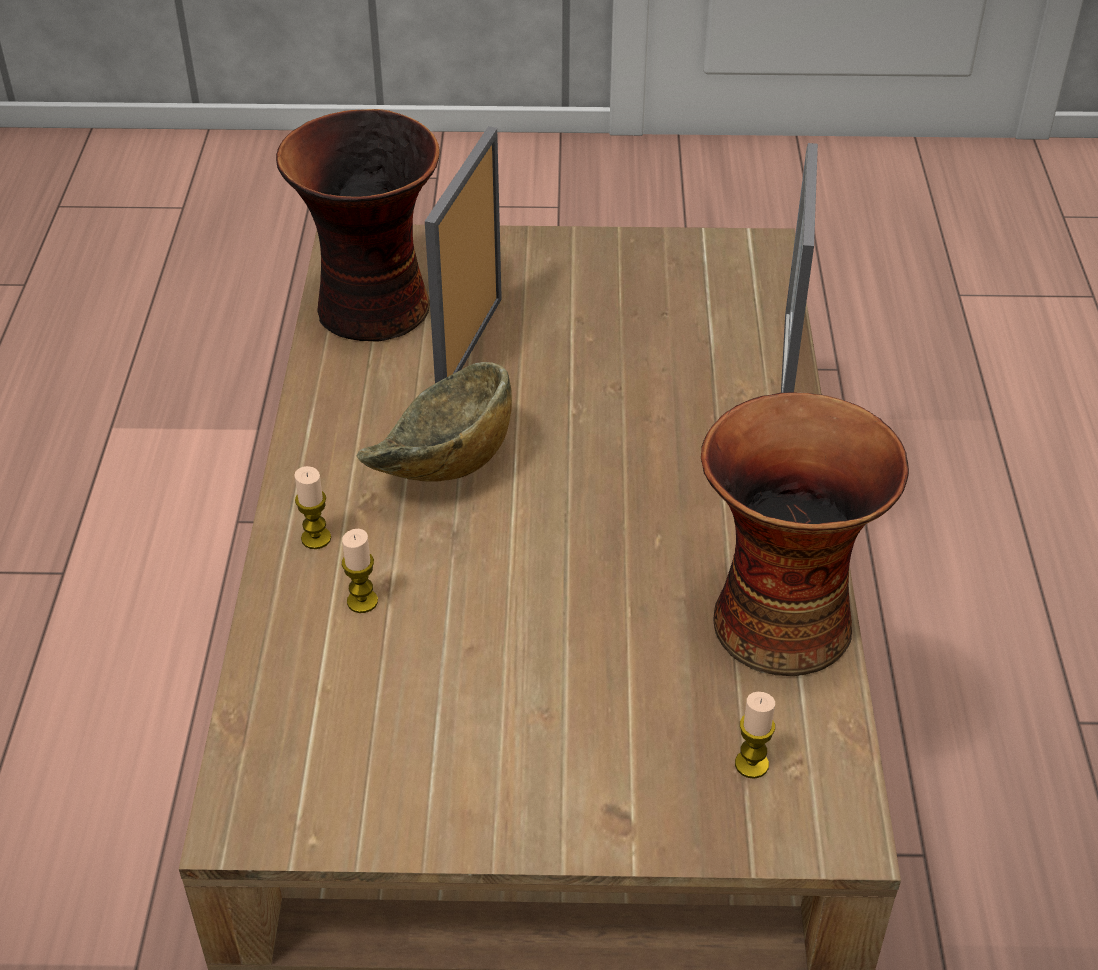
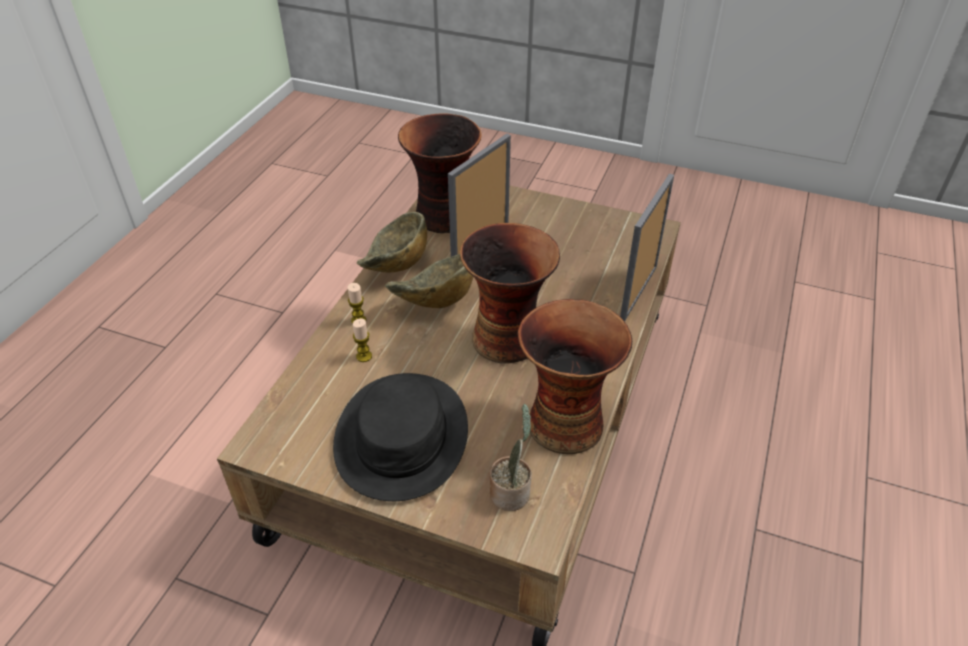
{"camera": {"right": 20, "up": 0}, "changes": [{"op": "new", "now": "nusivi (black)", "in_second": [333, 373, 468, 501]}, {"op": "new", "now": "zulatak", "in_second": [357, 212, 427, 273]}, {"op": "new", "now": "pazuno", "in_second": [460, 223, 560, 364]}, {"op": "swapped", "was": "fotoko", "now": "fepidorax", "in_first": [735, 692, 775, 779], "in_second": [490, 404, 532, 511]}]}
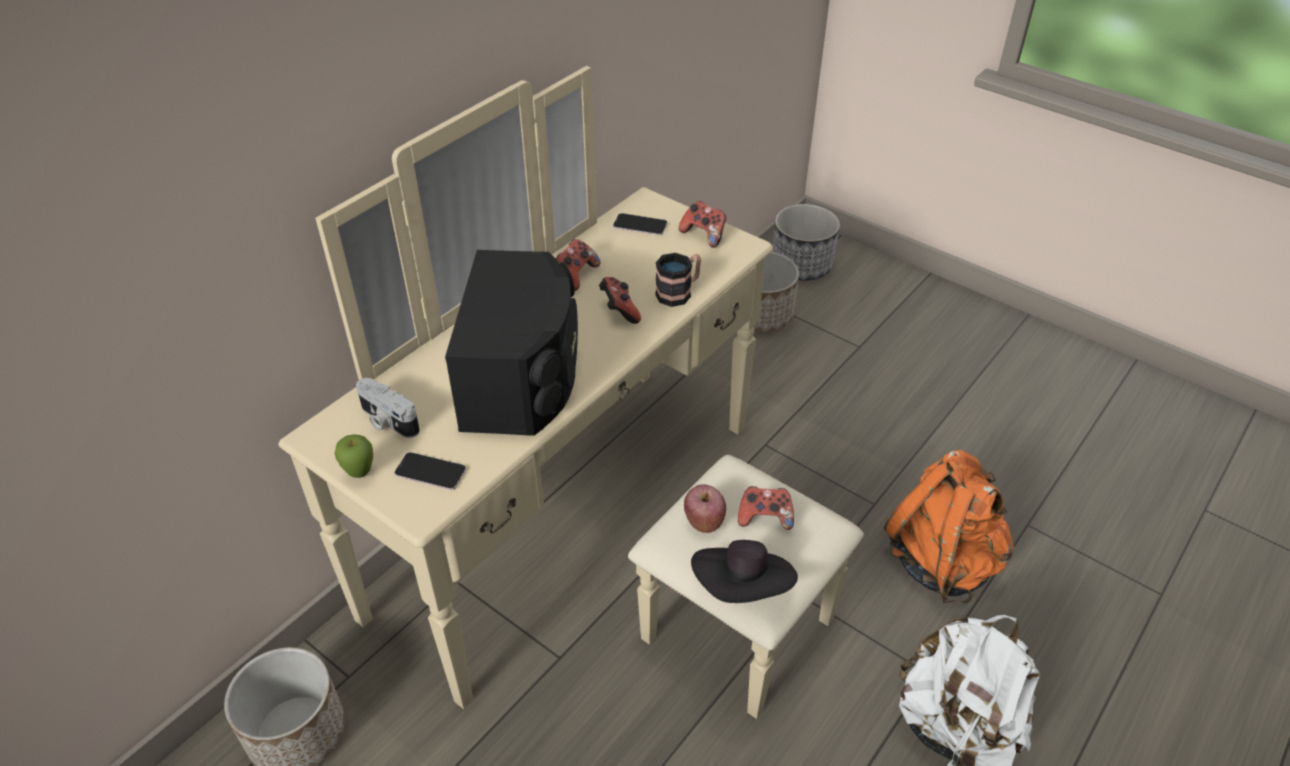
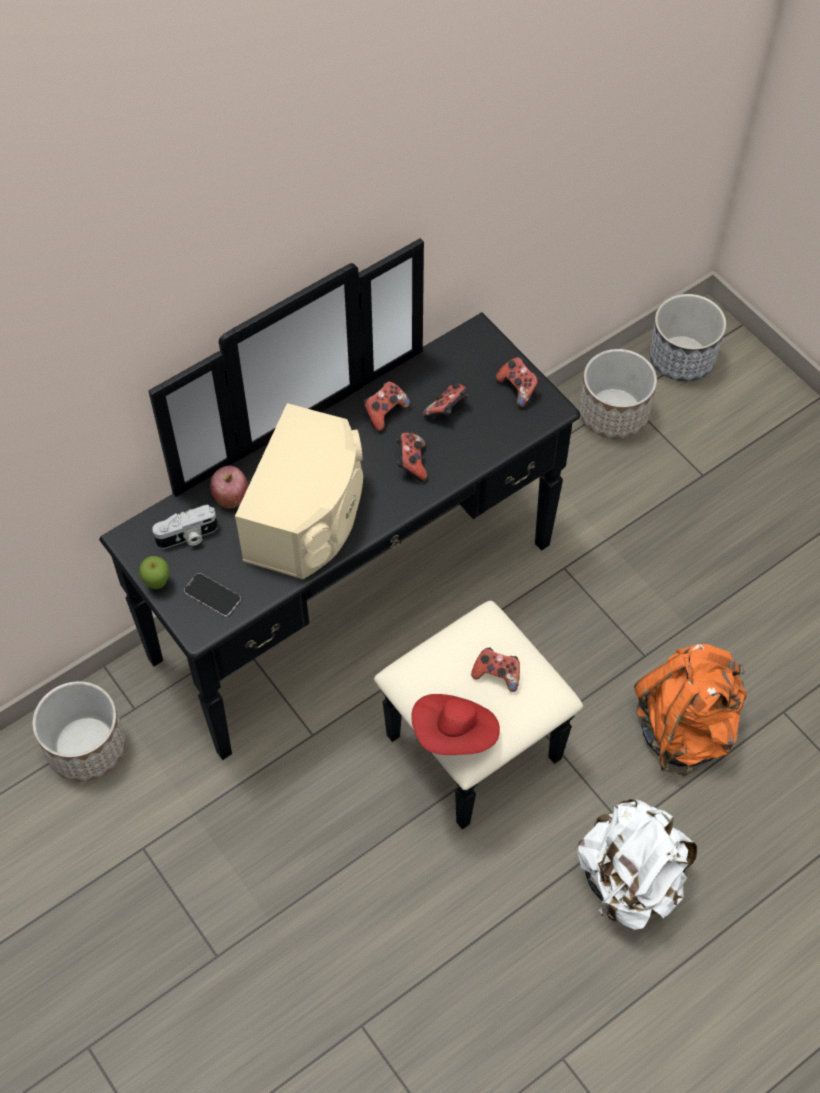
{"camera": {"right": 15, "up": 15}, "changes": [{"op": "repainted", "was": "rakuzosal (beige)", "now": "rakuzosal (black)", "in_first": [278, 66, 864, 719], "in_second": [99, 238, 583, 830]}, {"op": "rotated", "was": "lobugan", "in_first": [356, 378, 420, 438], "in_second": [152, 505, 218, 549], "clockwise": -75}, {"op": "shifted", "was": "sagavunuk", "in_first": [684, 484, 726, 533], "in_second": [210, 465, 248, 508]}, {"op": "repainted", "was": "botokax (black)", "now": "botokax (beige)", "in_first": [445, 250, 578, 436], "in_second": [235, 403, 363, 579]}, {"op": "repainted", "was": "nusivi (black)", "now": "nusivi (red)", "in_first": [691, 540, 798, 603], "in_second": [411, 694, 500, 755]}, {"op": "new", "now": "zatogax", "in_second": [423, 382, 469, 419]}, {"op": "gone", "was": "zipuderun", "in_first": [613, 213, 668, 236]}, {"op": "gone", "was": "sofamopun", "in_first": [655, 253, 701, 307]}]}
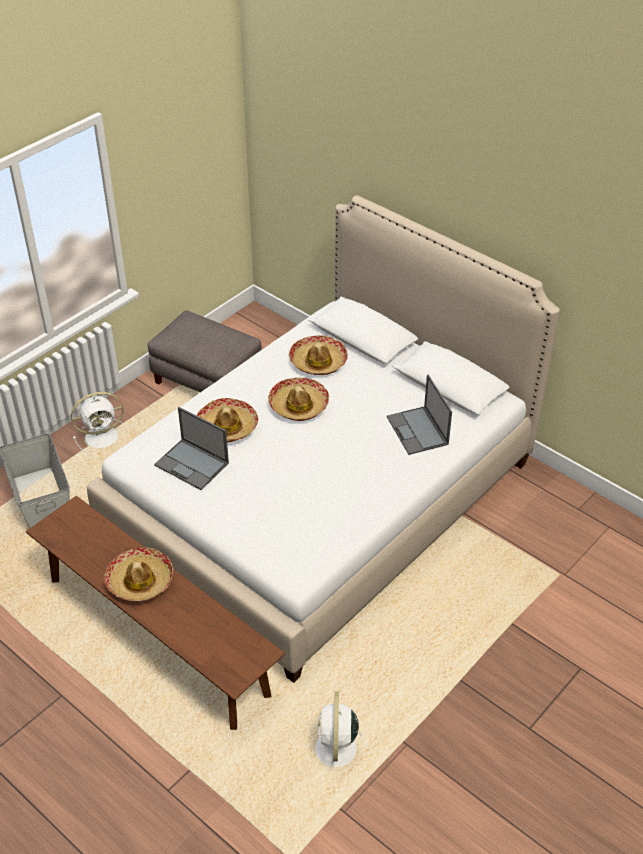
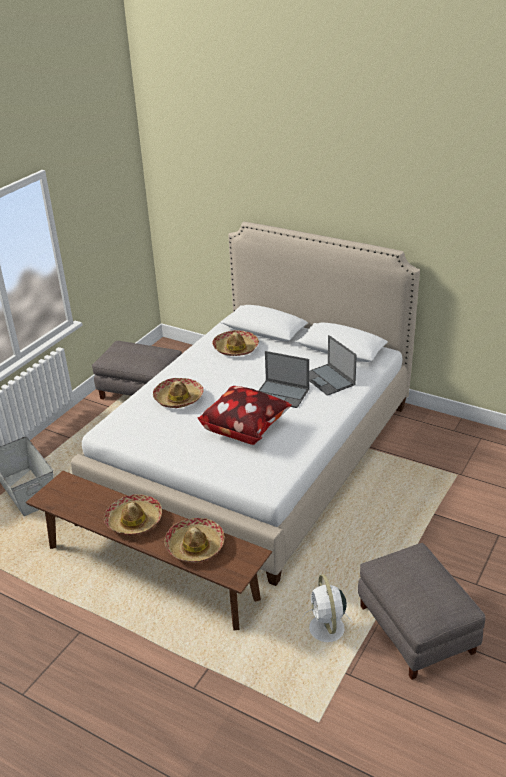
{"camera": {"right": -10, "up": -10}, "changes": [{"op": "shifted", "was": "nusivi", "in_first": [268, 378, 329, 421], "in_second": [164, 518, 225, 563]}, {"op": "new", "now": "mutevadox", "in_second": [197, 386, 292, 445]}, {"op": "shifted", "was": "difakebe", "in_first": [154, 407, 229, 490], "in_second": [258, 351, 309, 408]}, {"op": "new", "now": "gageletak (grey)", "in_second": [358, 543, 486, 680]}, {"op": "gone", "was": "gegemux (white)", "in_first": [71, 392, 124, 454]}]}
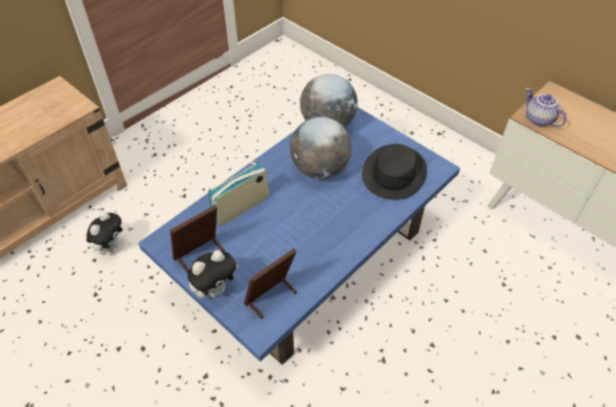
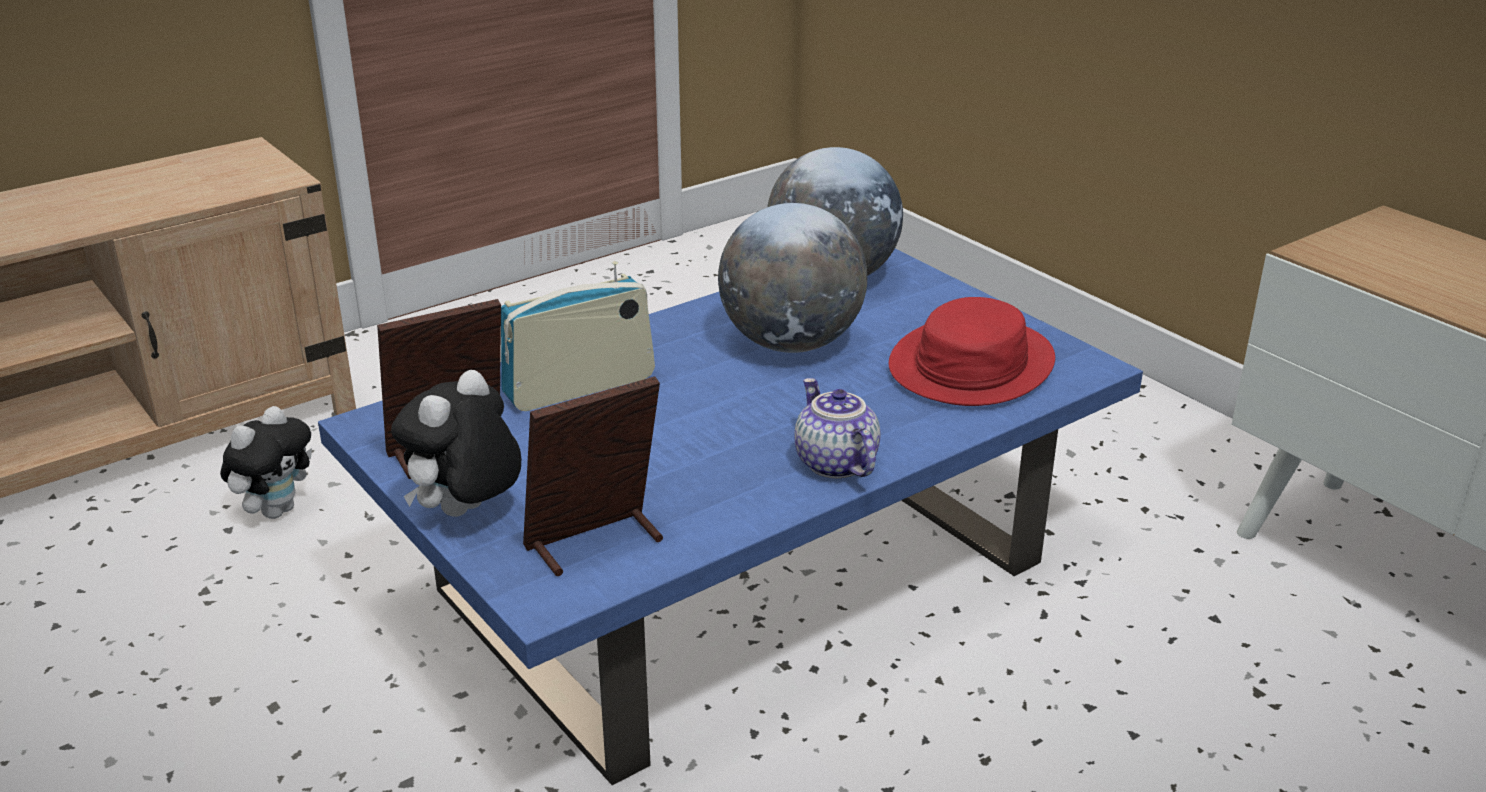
{"camera": {"right": 10, "up": -20}, "changes": [{"op": "rotated", "was": "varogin", "in_first": [188, 250, 239, 298], "in_second": [391, 370, 522, 517], "clockwise": 150}, {"op": "shifted", "was": "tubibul", "in_first": [526, 88, 567, 127], "in_second": [794, 378, 881, 479]}, {"op": "repainted", "was": "nusivi (black)", "now": "nusivi (red)", "in_first": [362, 144, 427, 200], "in_second": [889, 297, 1055, 406]}]}
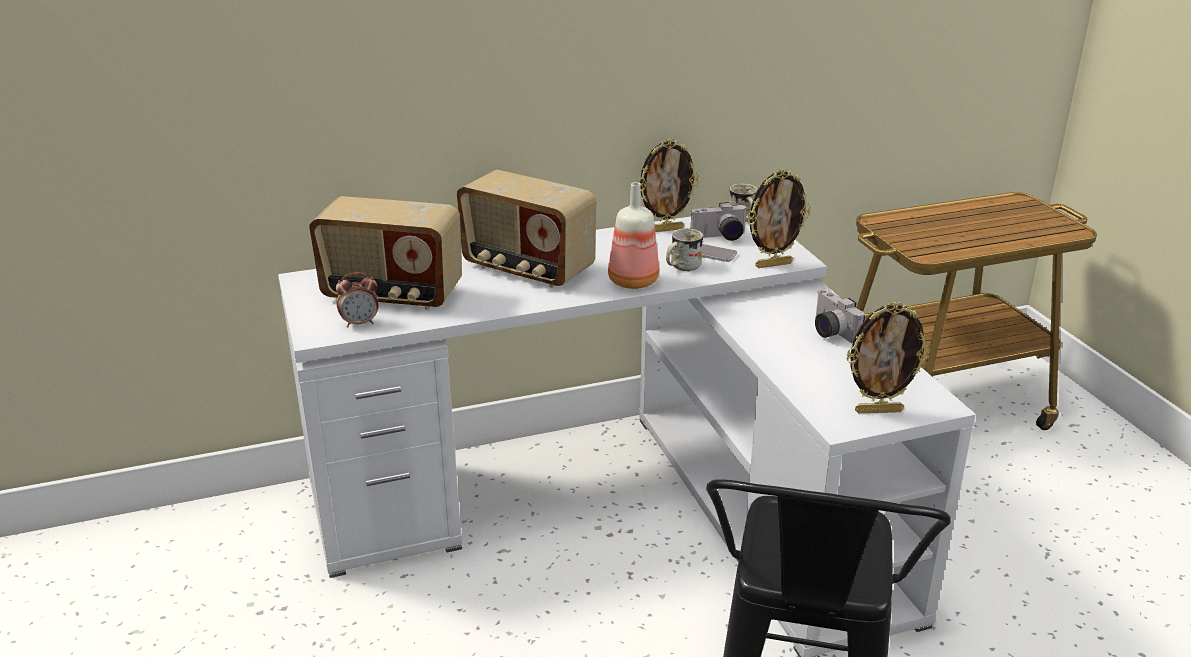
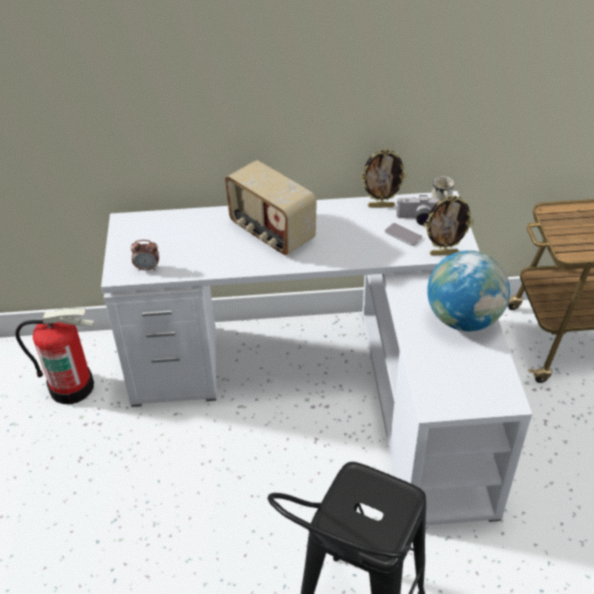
{"camera": {"right": 15, "up": 15}, "changes": [{"op": "new", "now": "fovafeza", "in_second": [15, 308, 94, 404]}, {"op": "swapped", "was": "lobugan", "now": "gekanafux", "in_first": [815, 289, 865, 343], "in_second": [427, 250, 510, 331]}, {"op": "gone", "was": "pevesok", "in_first": [309, 196, 462, 310]}, {"op": "gone", "was": "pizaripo", "in_first": [608, 182, 659, 289]}, {"op": "gone", "was": "sofamopun (white)", "in_first": [666, 228, 703, 272]}, {"op": "gone", "was": "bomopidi", "in_first": [846, 302, 930, 413]}]}
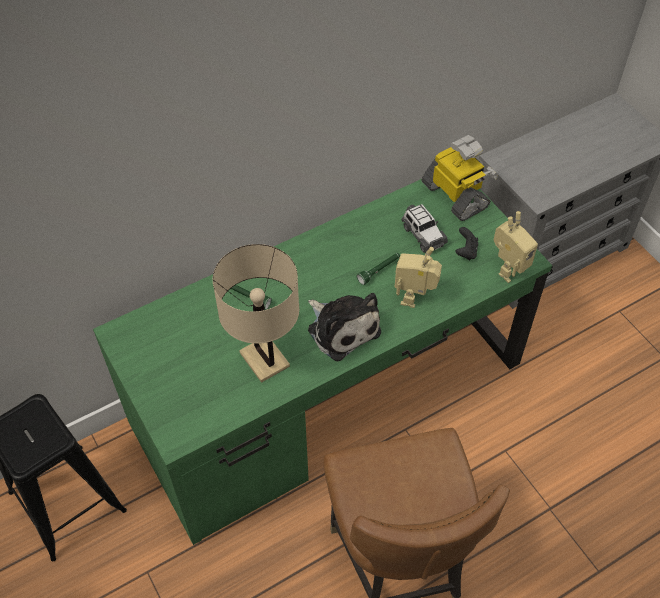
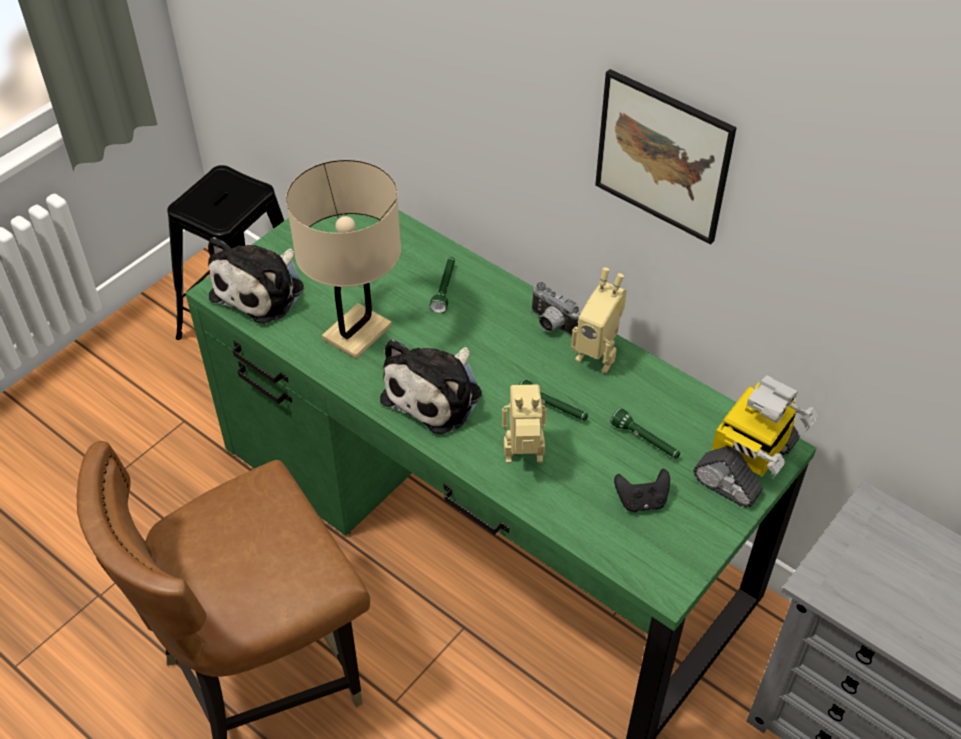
{"camera": {"right": 70, "up": -5}, "changes": [{"op": "new", "now": "varogin", "in_second": [208, 237, 304, 324]}, {"op": "new", "now": "lobugan", "in_second": [531, 282, 582, 336]}, {"op": "shifted", "was": "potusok", "in_first": [494, 211, 538, 283], "in_second": [571, 267, 627, 373]}, {"op": "new", "now": "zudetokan", "in_second": [595, 69, 737, 244]}, {"op": "swapped", "was": "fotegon", "now": "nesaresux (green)", "in_first": [402, 204, 448, 253], "in_second": [610, 408, 680, 459]}]}
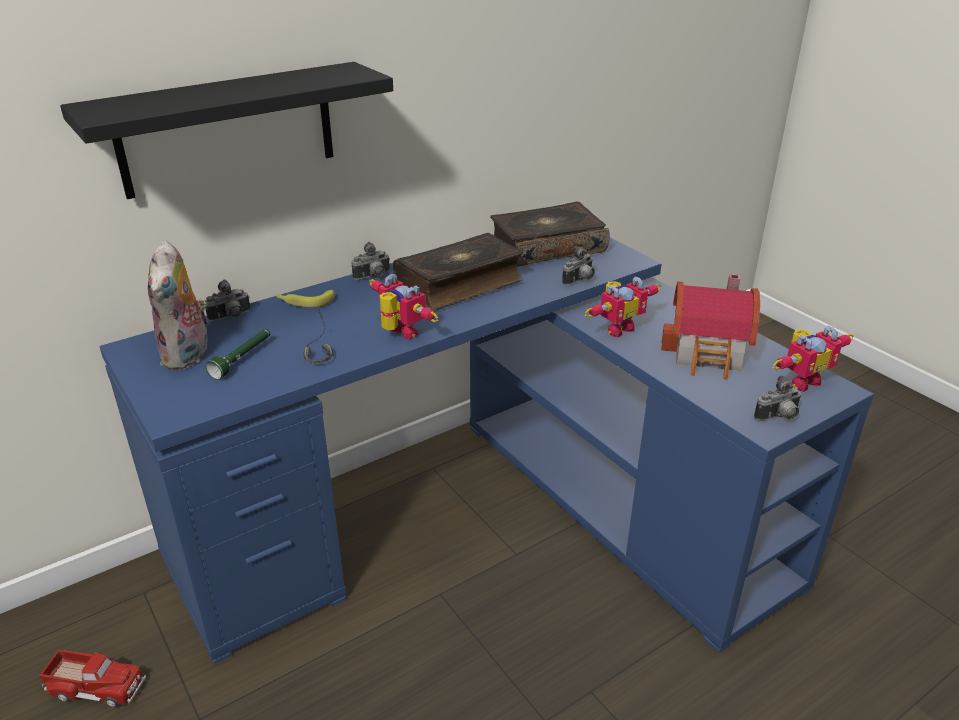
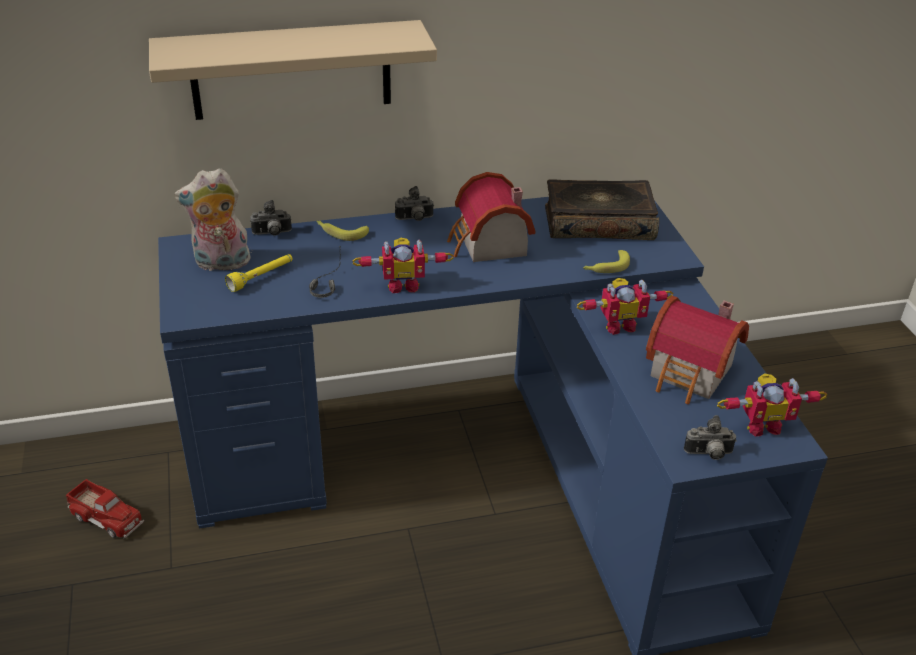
{"camera": {"right": 20, "up": 5}, "changes": [{"op": "repainted", "was": "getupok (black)", "now": "getupok (beige)", "in_first": [60, 62, 393, 199], "in_second": [149, 20, 437, 120]}, {"op": "rotated", "was": "varogin", "in_first": [148, 240, 212, 370], "in_second": [174, 168, 251, 271], "clockwise": 60}, {"op": "repainted", "was": "nesaresux (green)", "now": "nesaresux (yellow)", "in_first": [205, 329, 271, 380], "in_second": [225, 254, 293, 292]}, {"op": "rotated", "was": "potusok", "in_first": [369, 274, 438, 339], "in_second": [352, 238, 454, 293], "clockwise": 105}, {"op": "swapped", "was": "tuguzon", "now": "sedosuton", "in_first": [393, 233, 523, 311], "in_second": [447, 172, 535, 262]}, {"op": "swapped", "was": "lobugan", "now": "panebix", "in_first": [562, 246, 595, 285], "in_second": [583, 250, 630, 273]}]}
